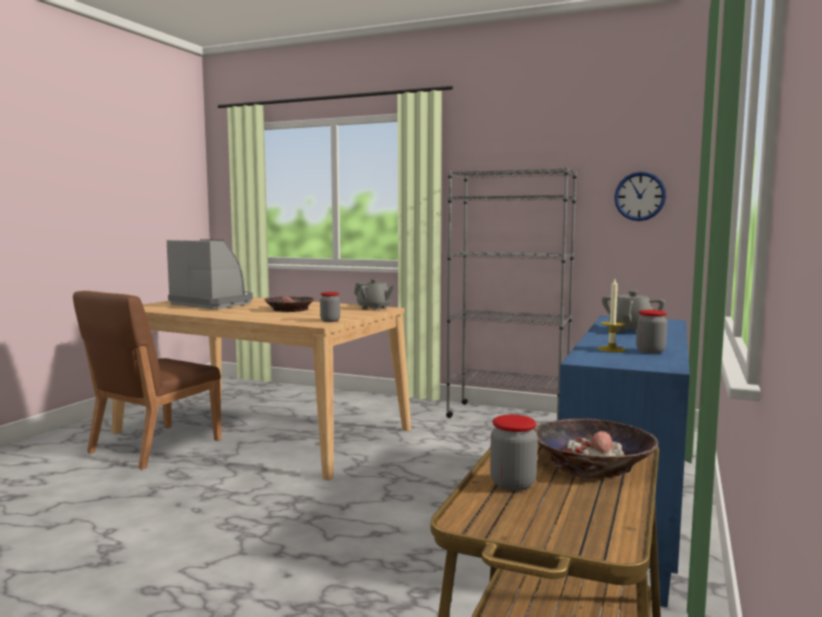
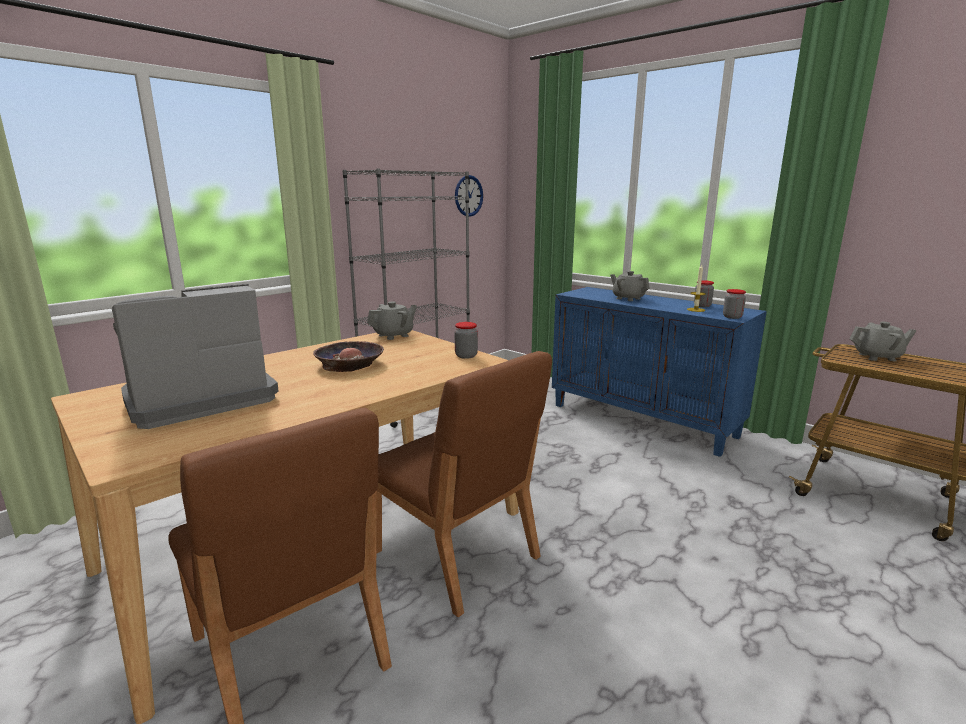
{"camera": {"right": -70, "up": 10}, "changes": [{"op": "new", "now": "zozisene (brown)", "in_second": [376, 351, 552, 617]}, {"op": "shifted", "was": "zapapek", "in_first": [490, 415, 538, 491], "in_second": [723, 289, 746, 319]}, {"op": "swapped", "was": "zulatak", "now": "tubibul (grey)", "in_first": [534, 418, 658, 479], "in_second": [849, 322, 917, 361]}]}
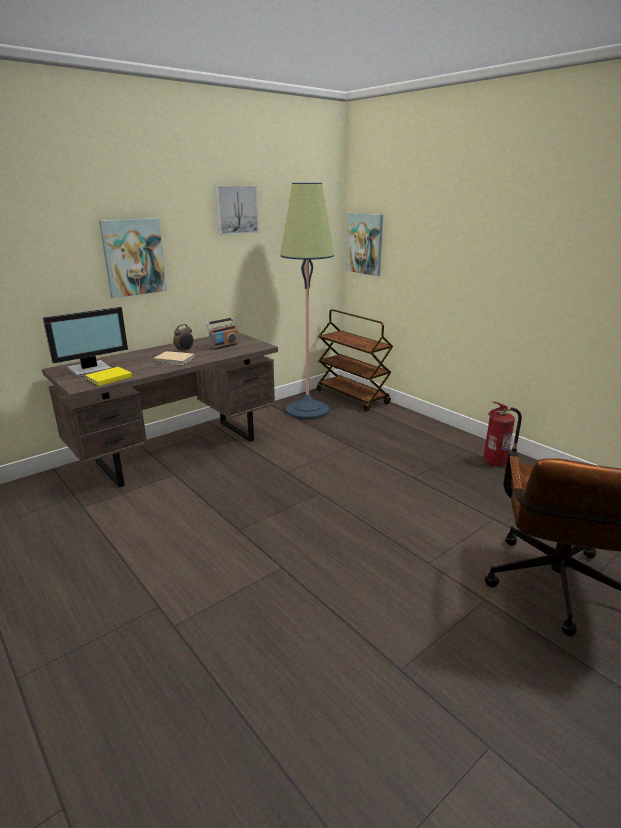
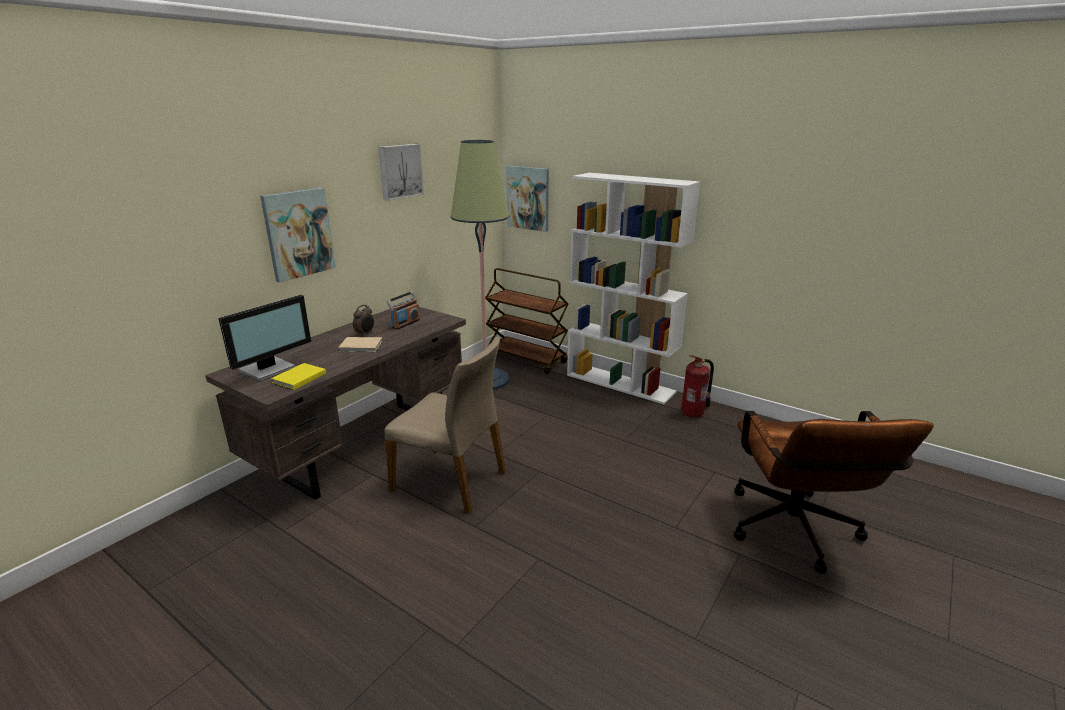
{"camera": {"right": -15, "up": 0}, "changes": [{"op": "new", "now": "zozisene (beige)", "in_second": [384, 336, 506, 514]}, {"op": "new", "now": "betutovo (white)", "in_second": [567, 173, 700, 404]}]}
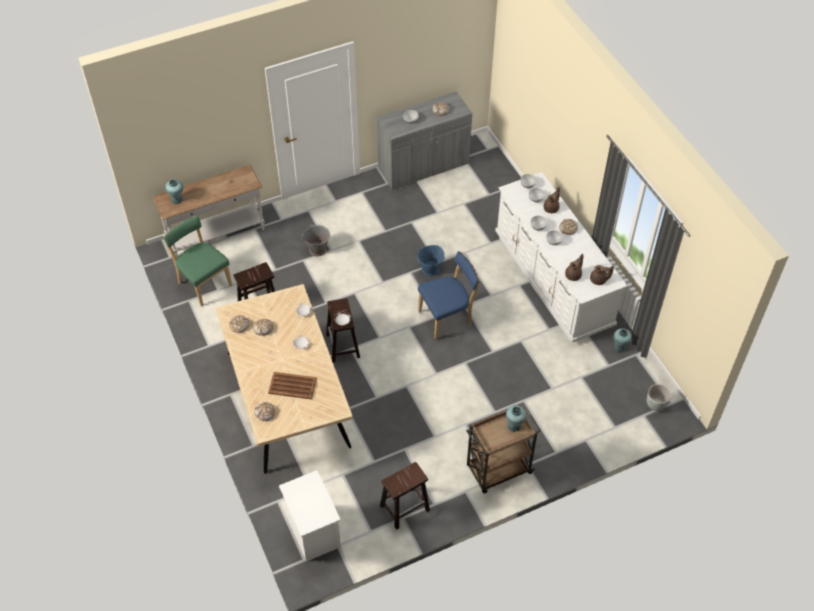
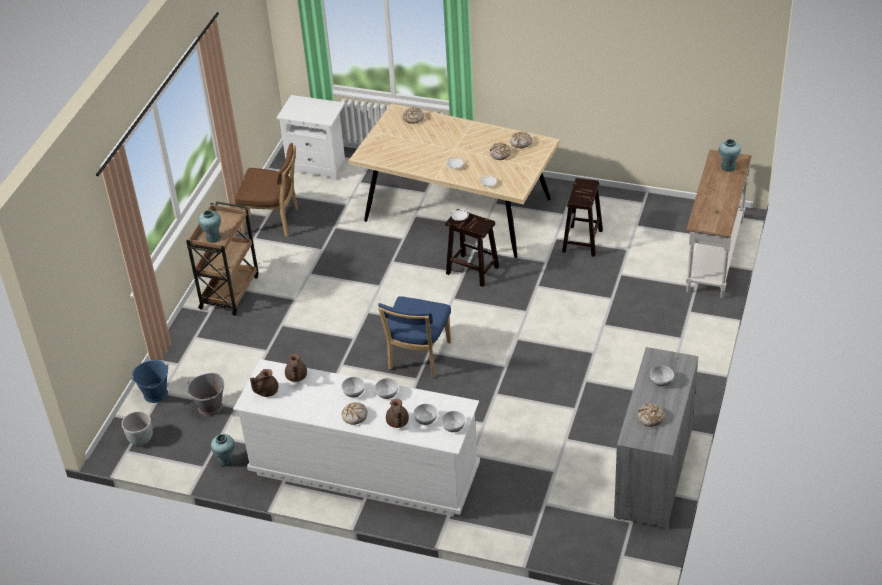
{"camera": {"right": 135, "up": -10}, "changes": [{"op": "shifted", "was": "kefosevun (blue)", "in_first": [417, 245, 445, 277], "in_second": [131, 360, 169, 403]}, {"op": "shifted", "was": "kefosevun (grey)", "in_first": [302, 224, 330, 256], "in_second": [187, 373, 224, 416]}, {"op": "swapped", "was": "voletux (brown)", "now": "zozisene (brown)", "in_first": [380, 462, 430, 530], "in_second": [235, 143, 298, 237]}, {"op": "gone", "was": "zozisene (green)", "in_first": [163, 216, 232, 306]}, {"op": "gone", "was": "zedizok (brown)", "in_first": [268, 372, 317, 400]}]}
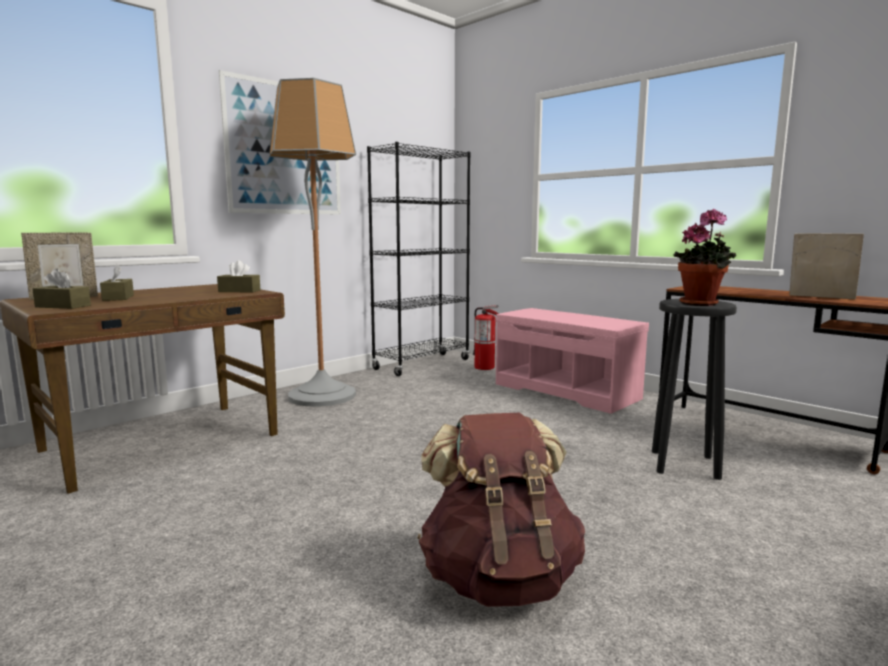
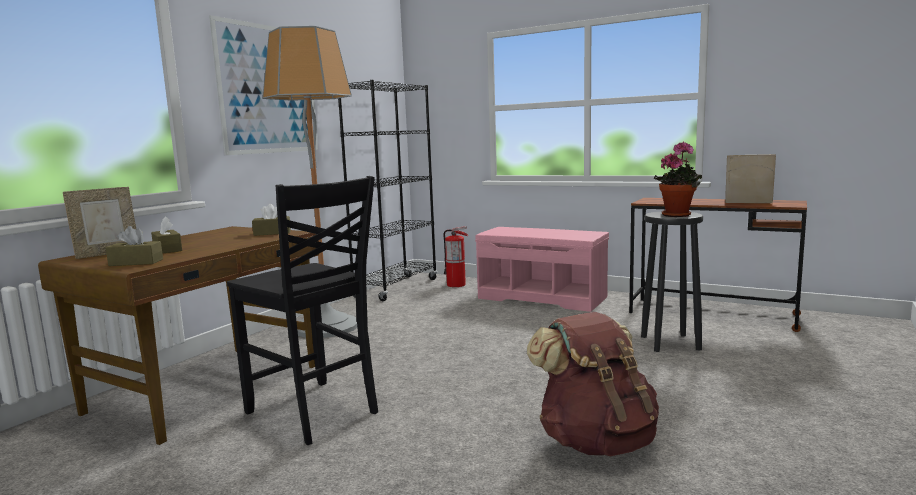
{"camera": {"right": -15, "up": 0}, "changes": [{"op": "new", "now": "zozisene (black)", "in_second": [227, 176, 378, 445]}]}
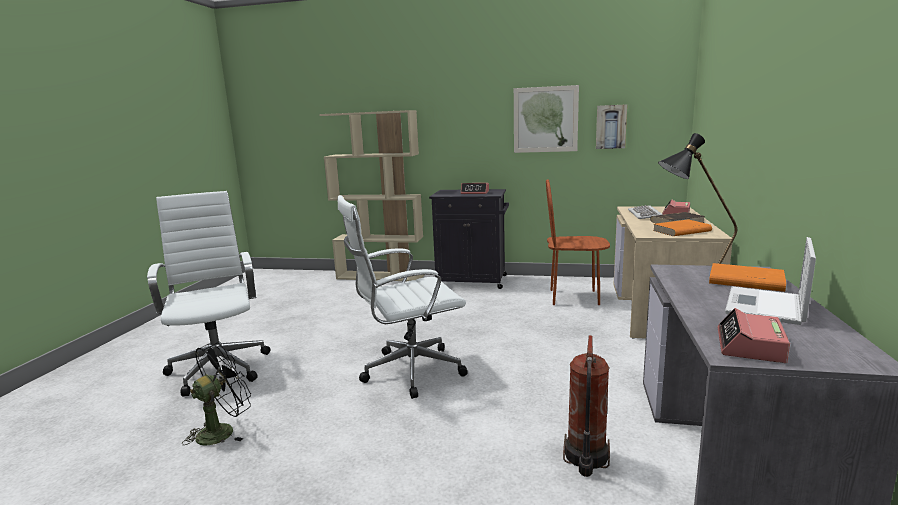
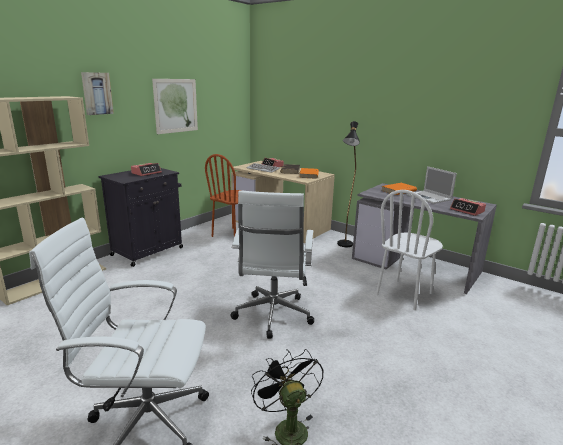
{"camera": {"right": -65, "up": 5}, "changes": [{"op": "shifted", "was": "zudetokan", "in_first": [596, 104, 627, 149], "in_second": [81, 72, 114, 115]}, {"op": "swapped", "was": "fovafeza", "now": "zozisene (white)", "in_first": [563, 335, 610, 477], "in_second": [376, 190, 443, 310]}]}
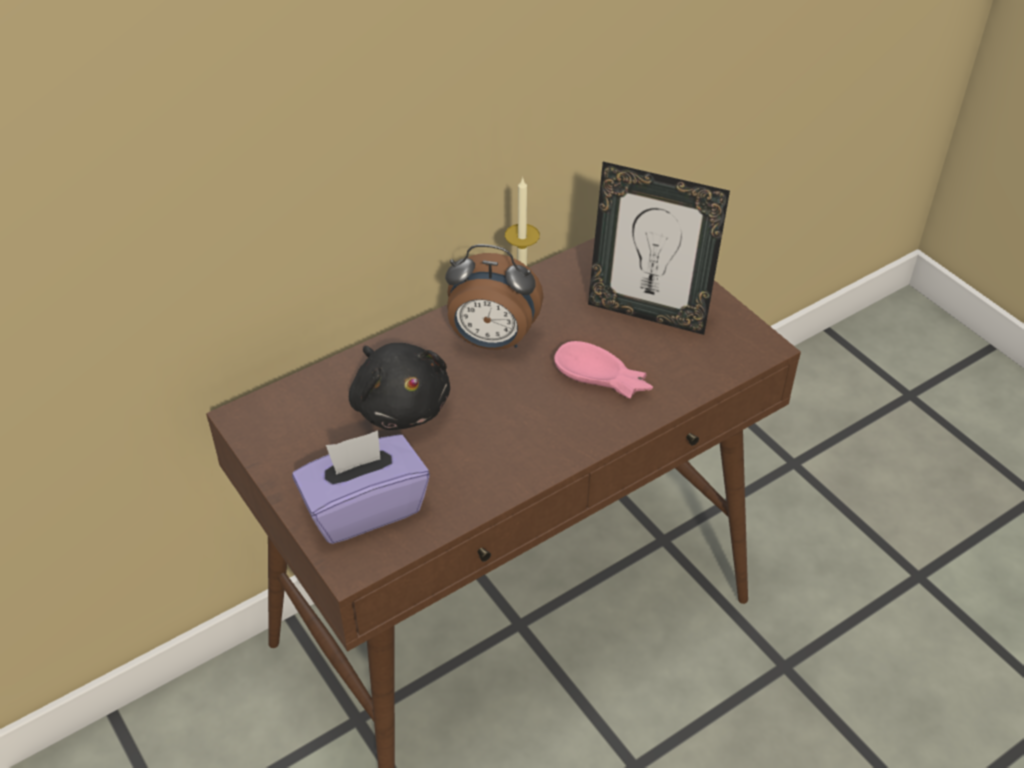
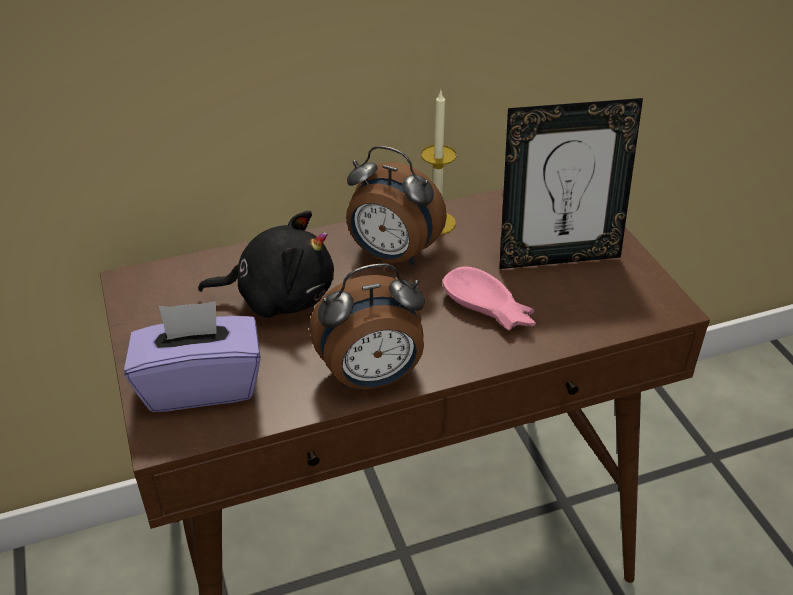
{"camera": {"right": 15, "up": -5}, "changes": [{"op": "rotated", "was": "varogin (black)", "in_first": [349, 343, 450, 430], "in_second": [198, 210, 334, 318], "clockwise": -75}, {"op": "new", "now": "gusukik", "in_second": [309, 264, 425, 389]}, {"op": "rotated", "was": "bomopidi", "in_first": [588, 162, 730, 335], "in_second": [499, 98, 643, 269], "clockwise": -45}]}
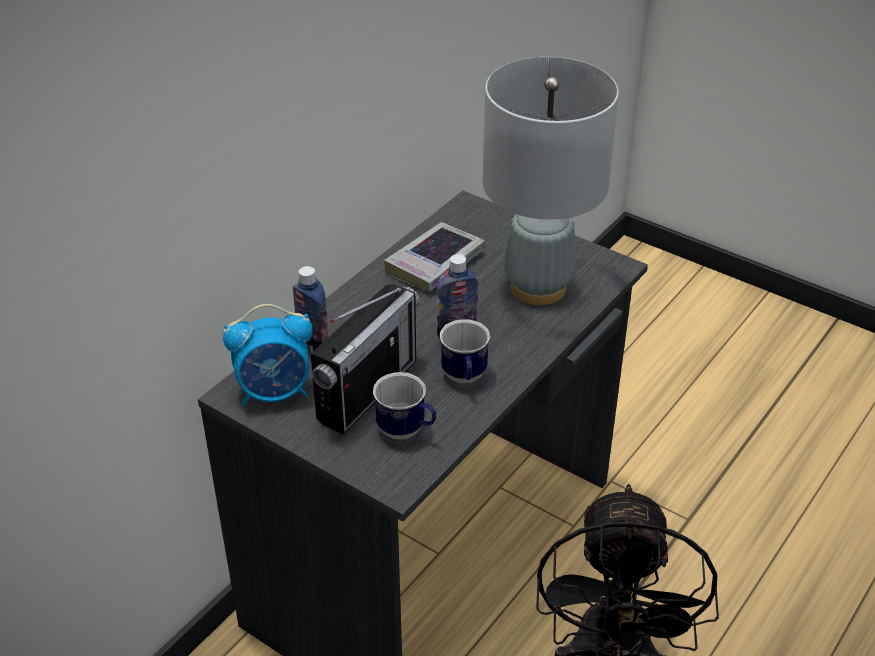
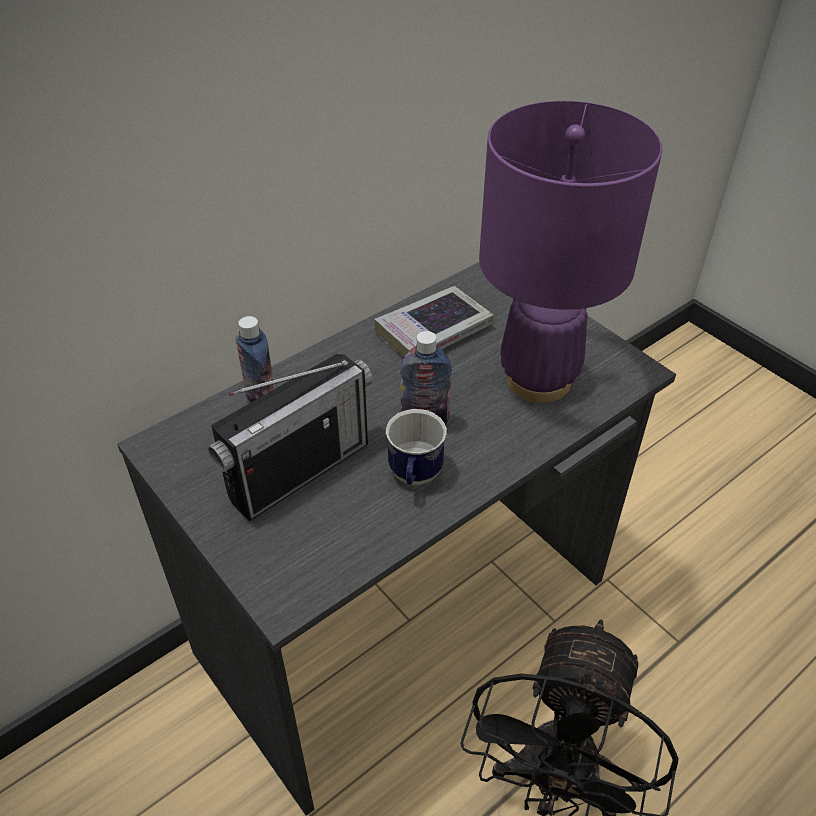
{"camera": {"right": 15, "up": 5}, "changes": [{"op": "repainted", "was": "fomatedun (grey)", "now": "fomatedun (purple)", "in_first": [483, 57, 619, 305], "in_second": [479, 101, 662, 403]}, {"op": "gone", "was": "gusukik", "in_first": [223, 304, 313, 407]}, {"op": "gone", "was": "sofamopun", "in_first": [373, 372, 436, 439]}]}
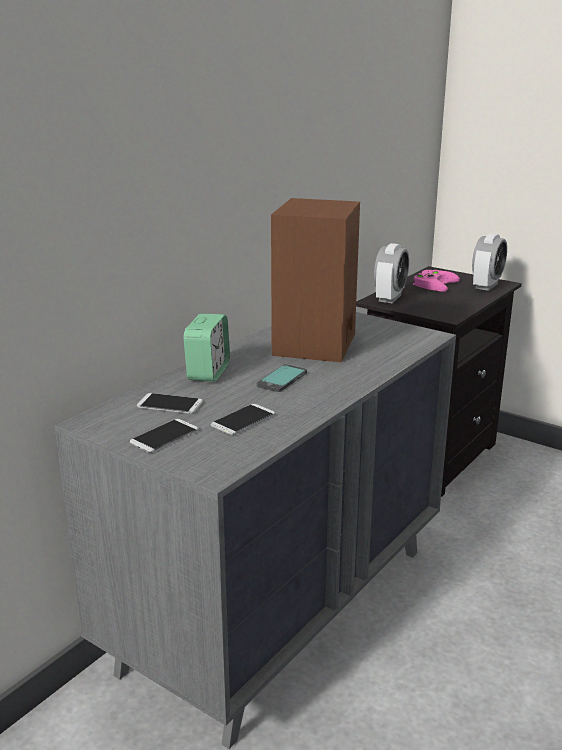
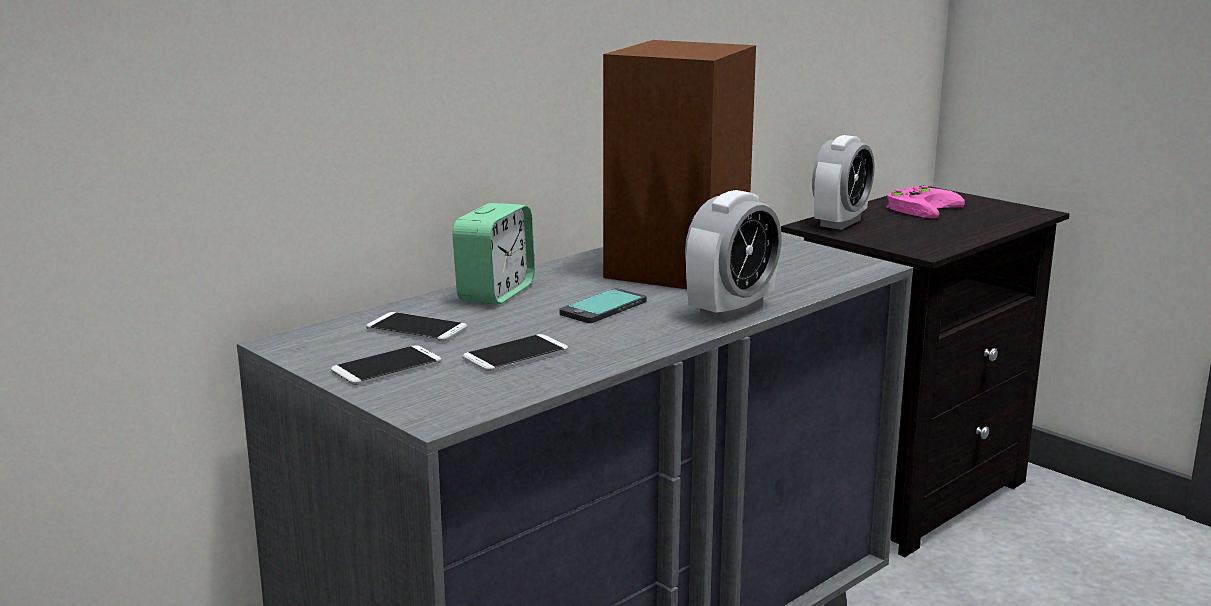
{"camera": {"right": 10, "up": -5}, "changes": [{"op": "shifted", "was": "gusukik", "in_first": [472, 233, 507, 291], "in_second": [685, 190, 782, 322]}]}
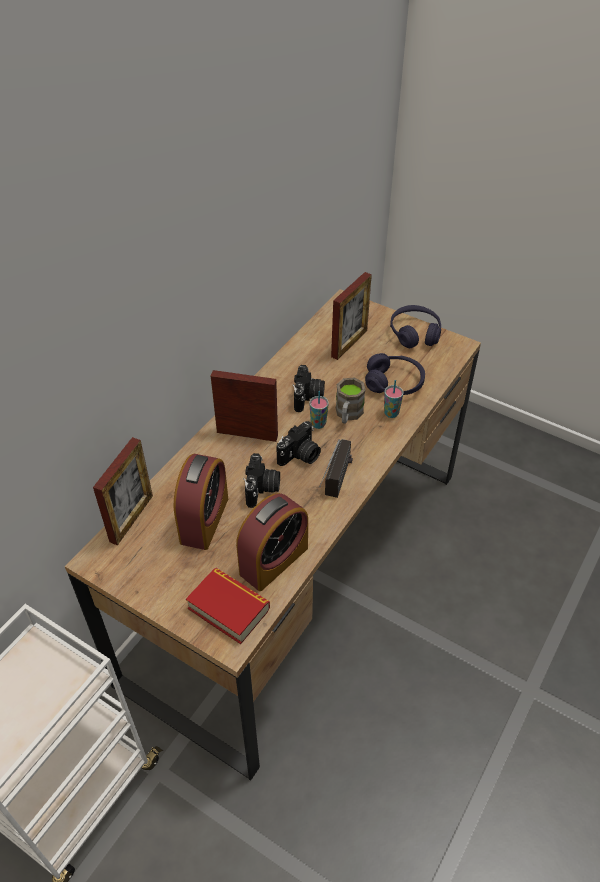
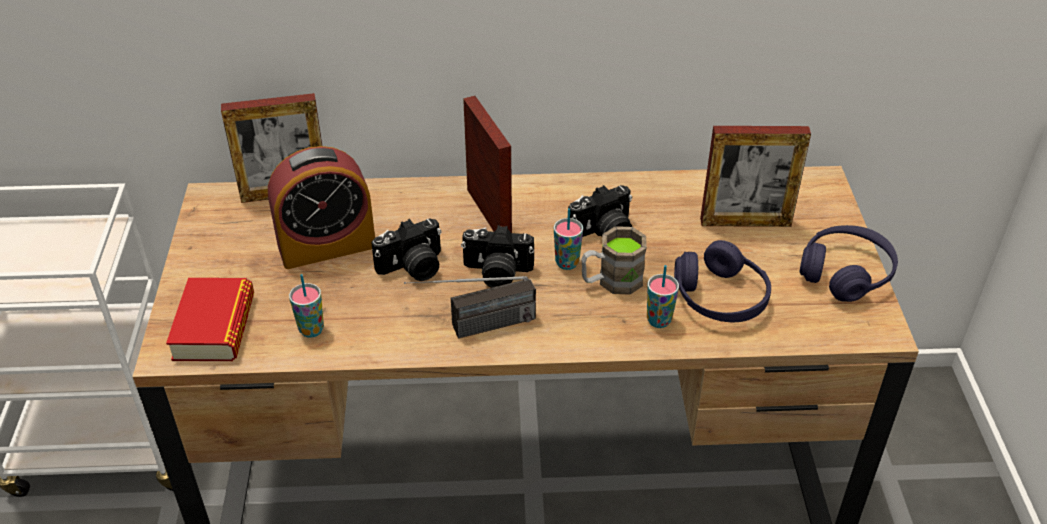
{"camera": {"right": 55, "up": -5}, "changes": [{"op": "swapped", "was": "gusukik", "now": "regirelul", "in_first": [236, 493, 308, 591], "in_second": [289, 274, 324, 338]}]}
